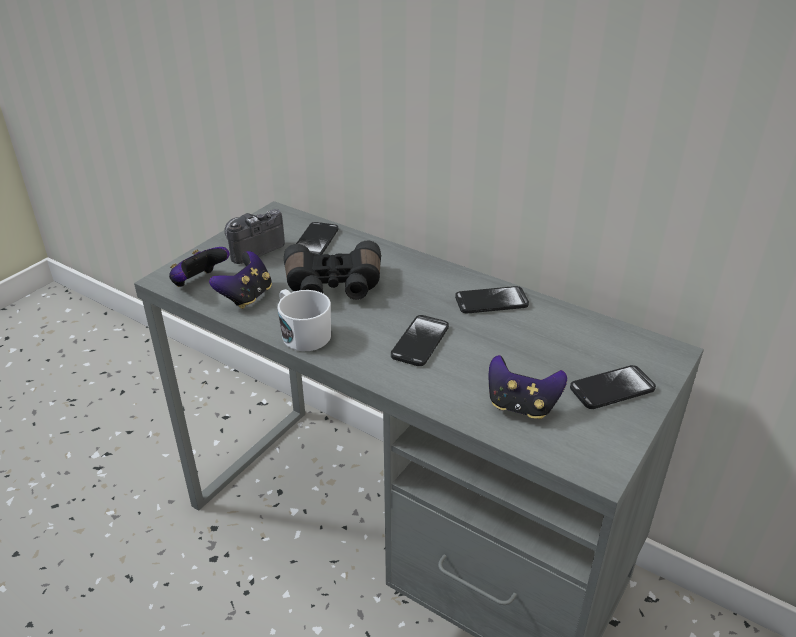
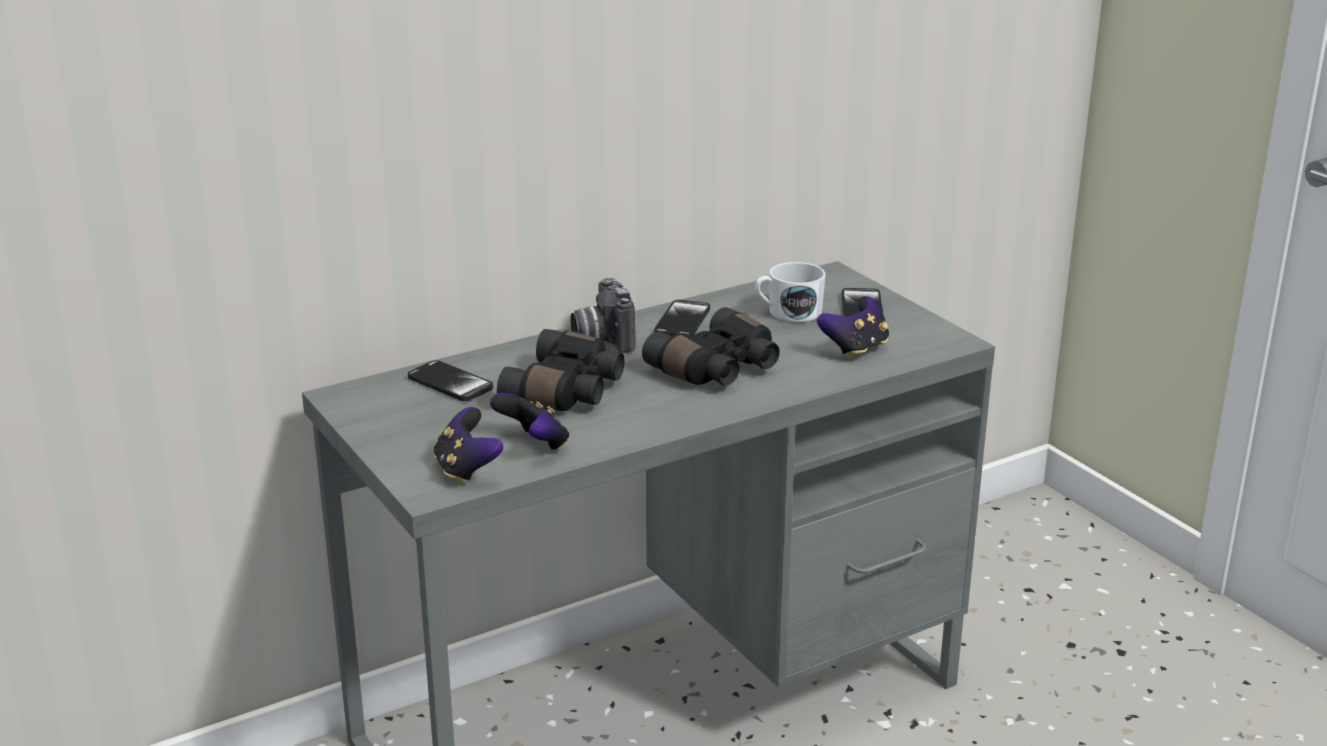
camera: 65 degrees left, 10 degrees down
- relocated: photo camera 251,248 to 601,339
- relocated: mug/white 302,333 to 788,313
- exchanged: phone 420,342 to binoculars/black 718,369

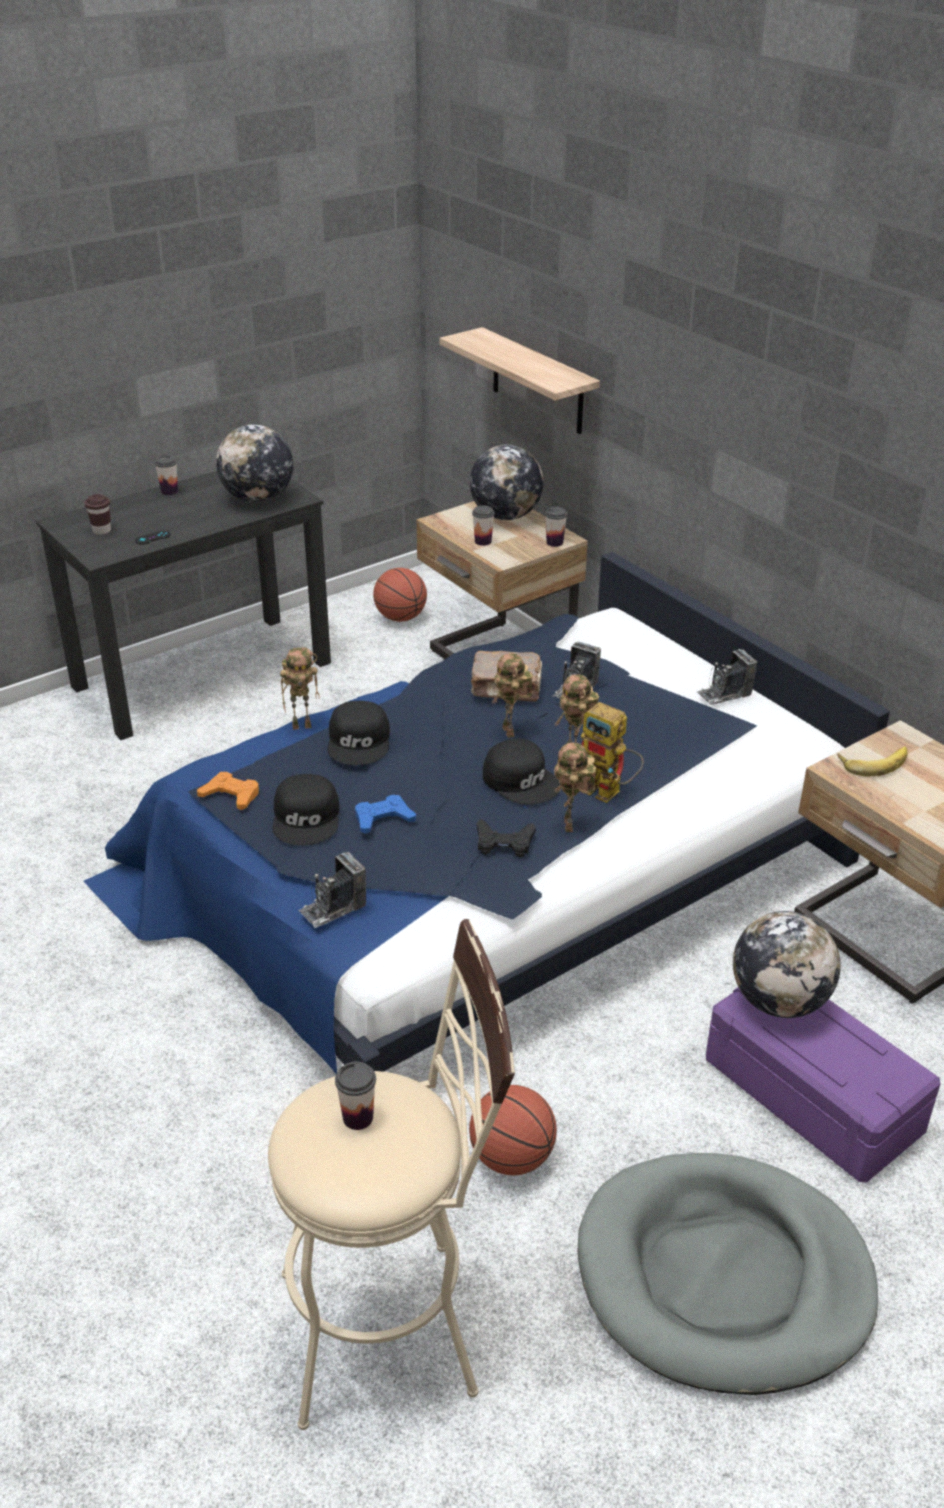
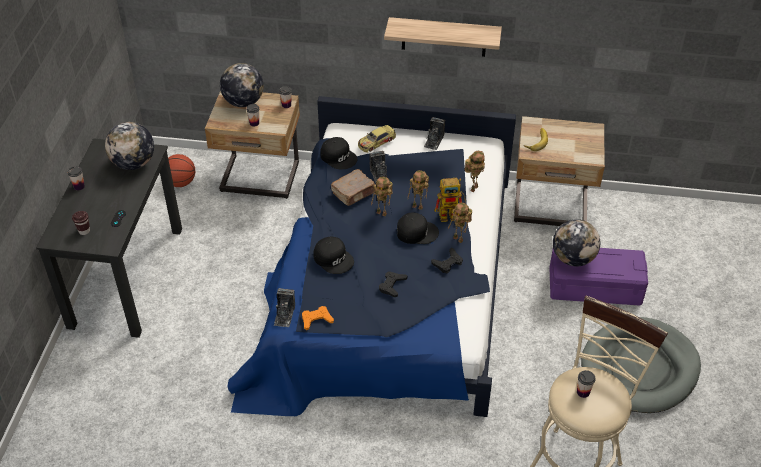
camera: 45 degrees left, 10 degrees up
- relocated: cap/black 307,818 to 339,157
- relocated: toy robot 303,725 to 473,188
- relocated: photo camera 333,907 to 284,315
- colour: game controller/blue 383,819 to game controller/black 392,286
- relocated: shelf 537,382 to 444,37
- missing: basketball 511,1158
- appeared: toy car 376,141

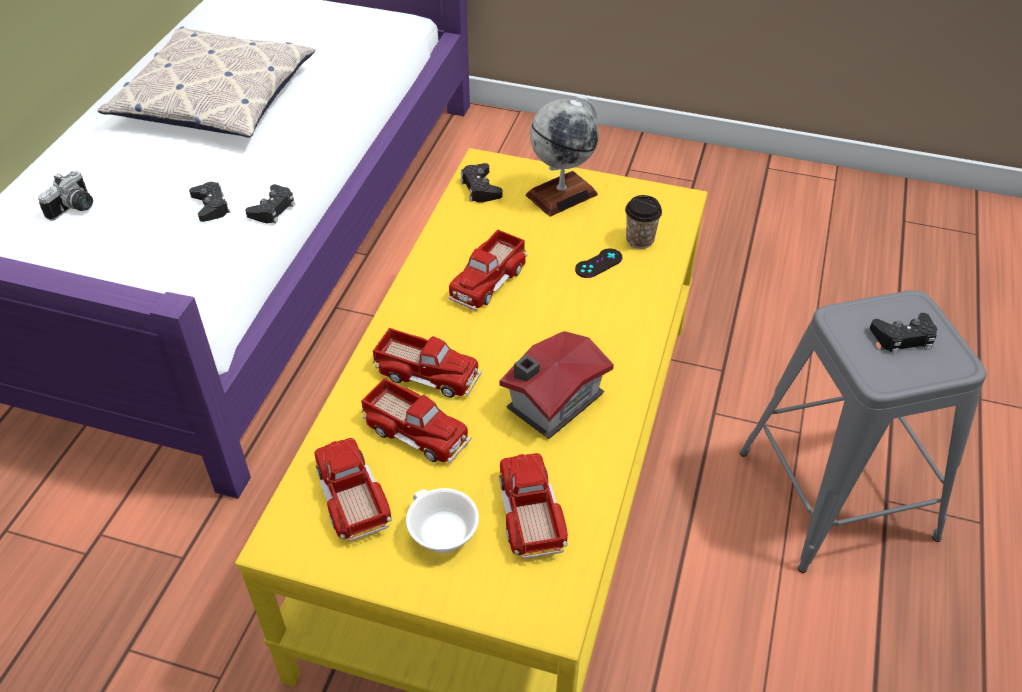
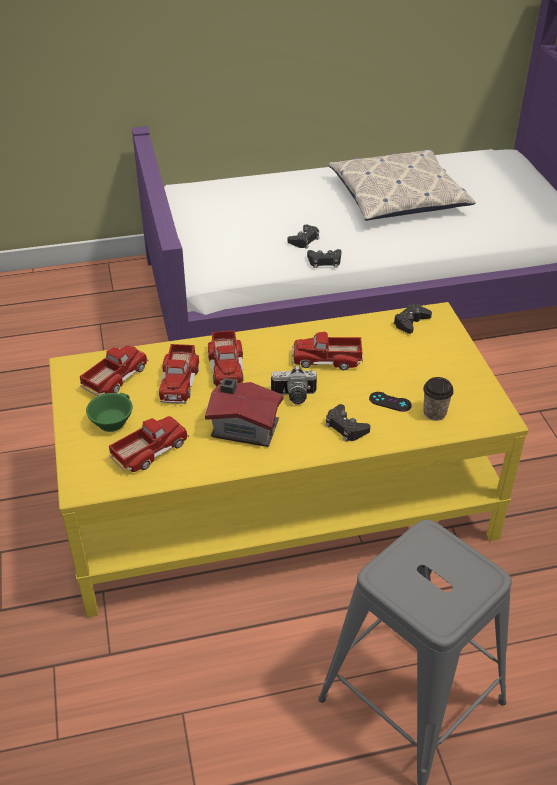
camera: 60 degrees right, 5 degrees down
- relocated: photo camera 75,208 to 294,397
- colour: cup/white 440,534 to cup/green 111,421
- missing: globe 561,194
- relocated: game controller/black 903,338 to 345,427

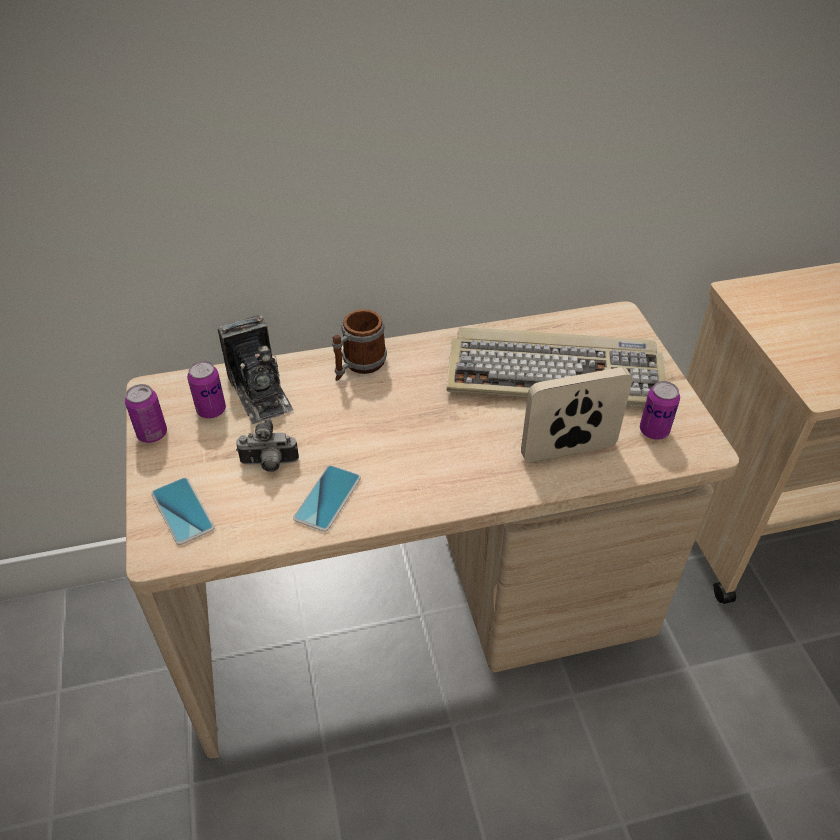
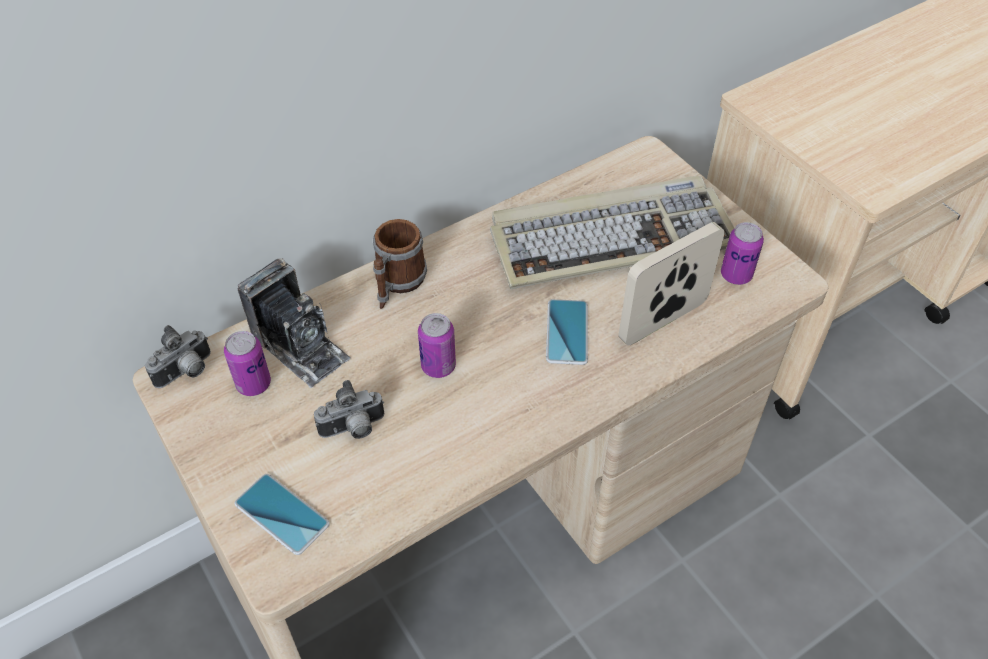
camera: 20 degrees left, 5 degrees up
- relocated: can 152,434 to 438,366
- relocated: phone 327,498 to 567,332
- appeared: photo camera 186,372

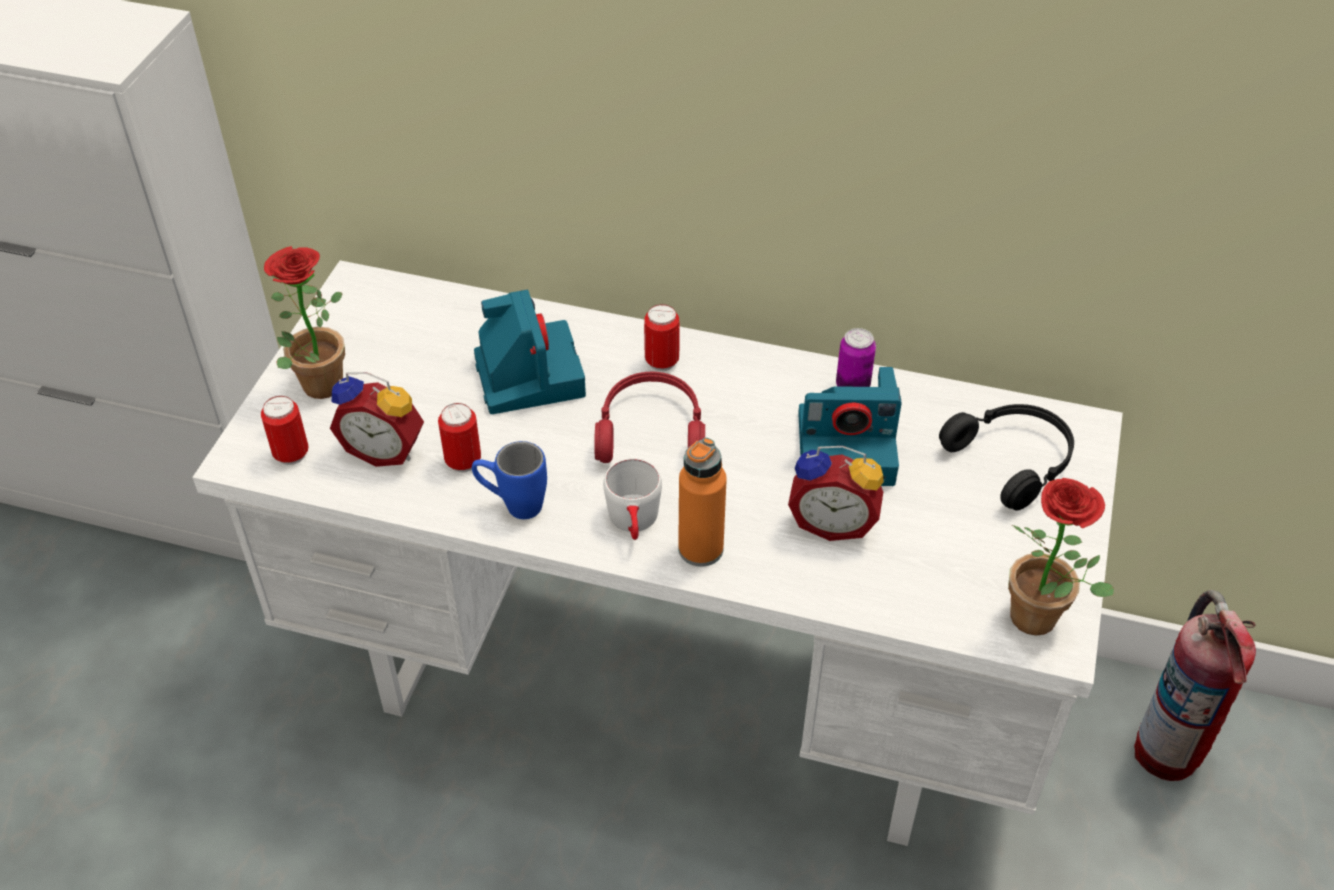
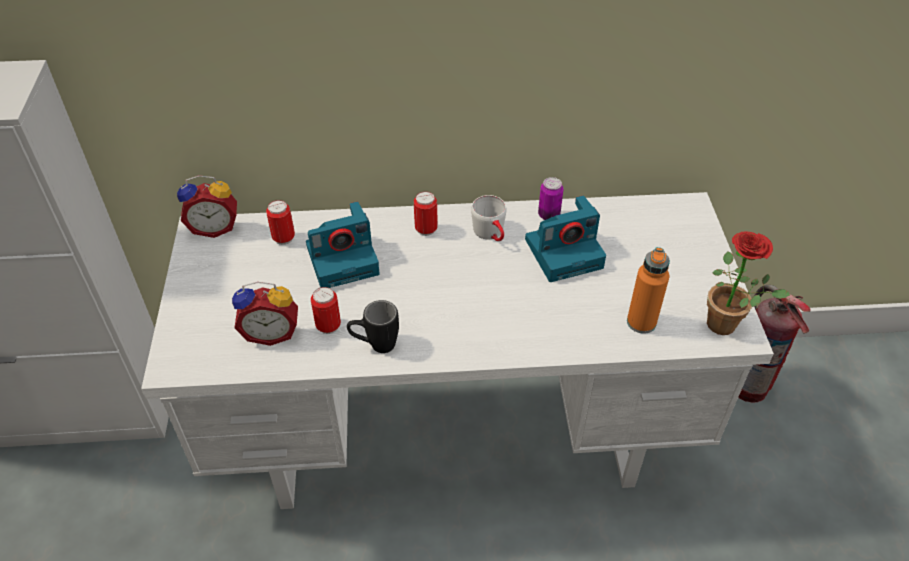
camera: 20 degrees left, 0 degrees up
- relocated: can 291,454 to 283,238
- missing: potted plant 316,381
- colour: mug/blue 512,505 to mug/black 375,345
- spun: photo camera 528,374 = 344,259 105 degrees clockwise
- missing: headphones/red 651,430
- relocated: mug/white 634,523 to 491,234
- relocated: bottle/orange 700,549 to 641,322
- relocated: alarm clock 833,522 to 215,227
- missing: headphones/black 1013,460

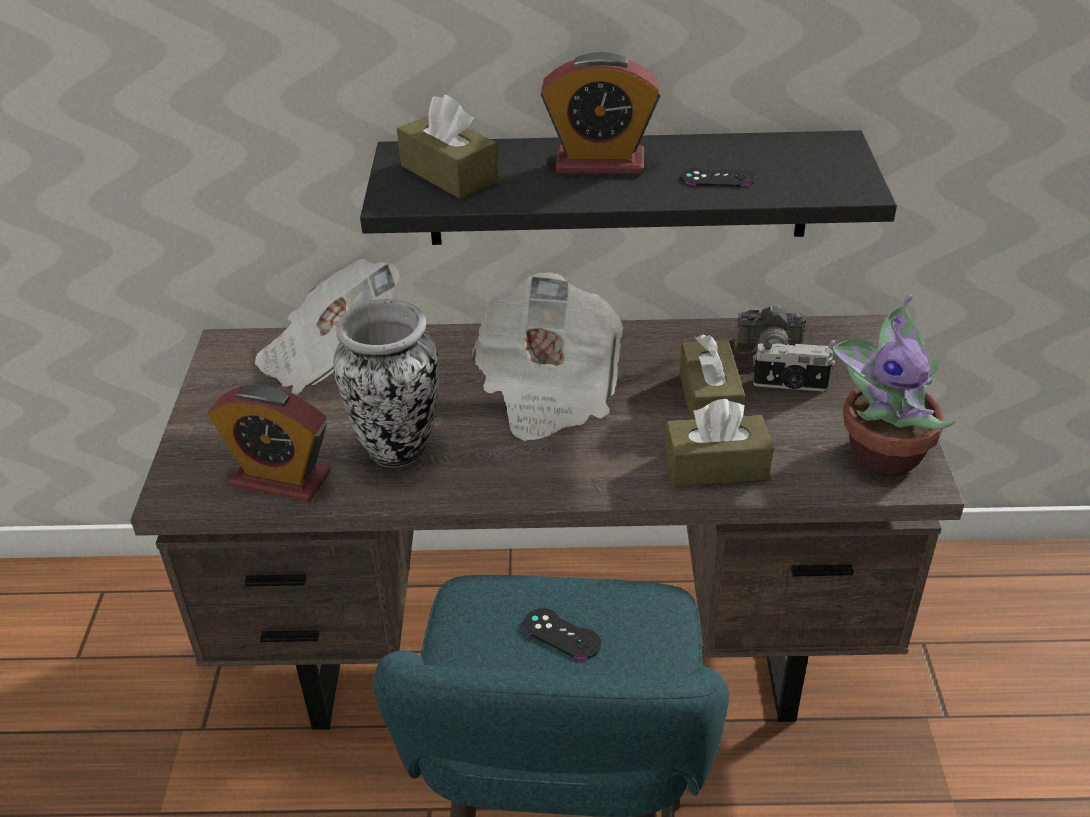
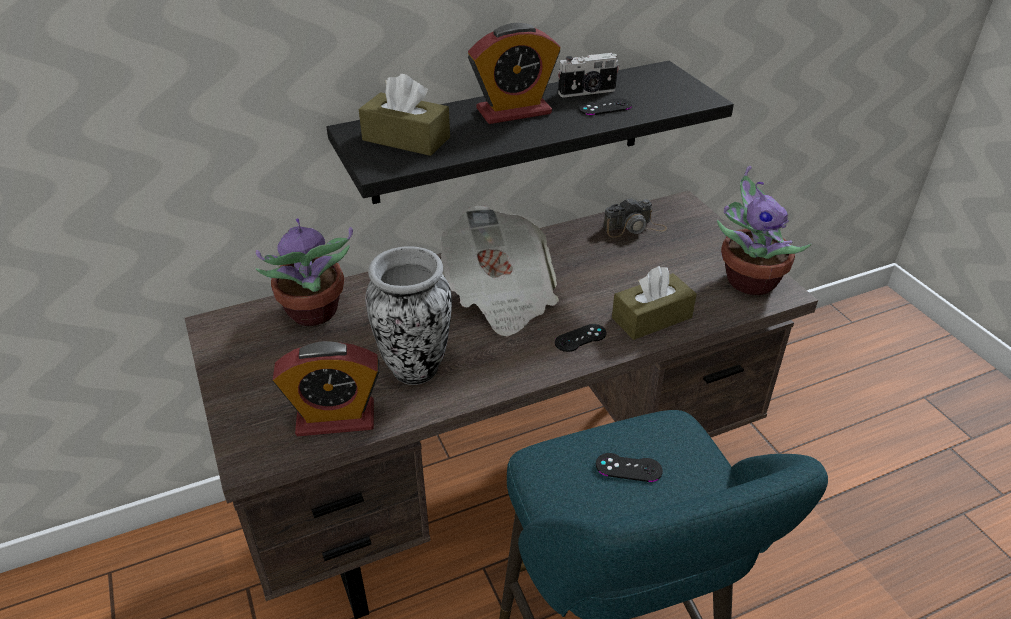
camera: 25 degrees left, 0 degrees up
- exchanged: newspaper 332,358 to potted plant 313,313
- missing: tissue box/brown 709,399
- relocated: photo camera 790,385 to 587,92
- appeared: game controller/black 580,338

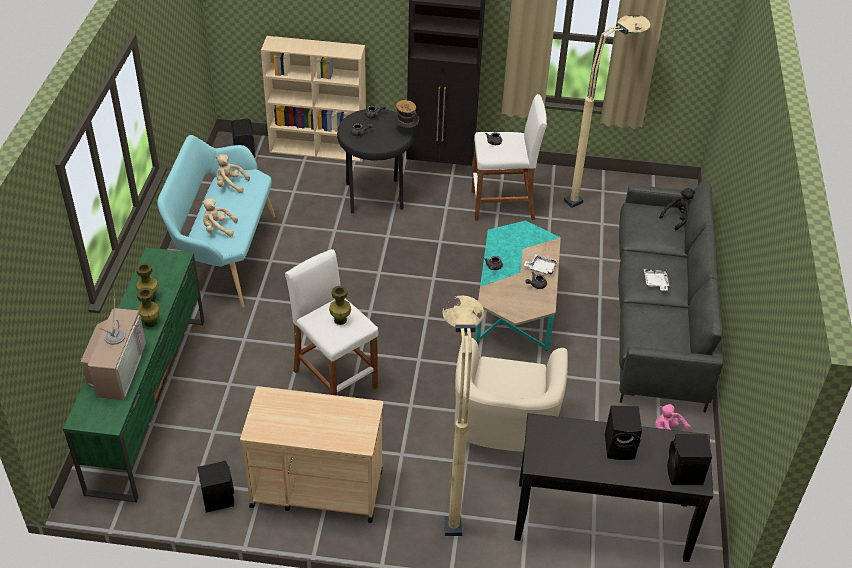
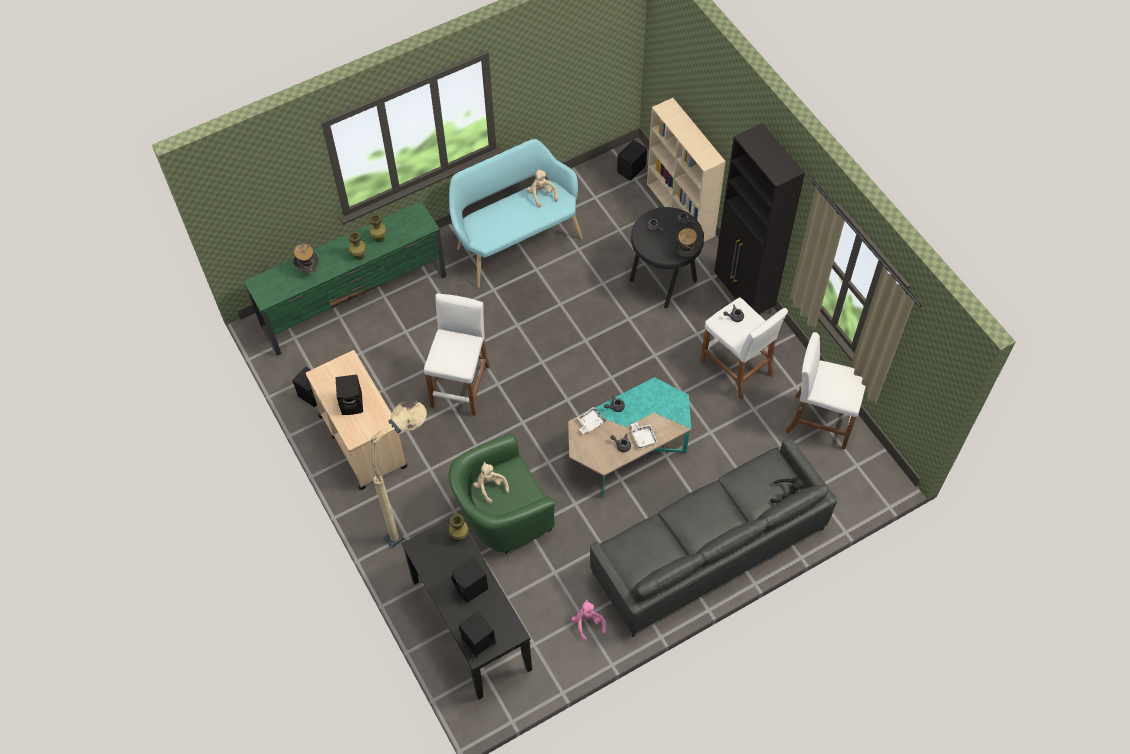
camera: 55 degrees right, 15 degrees up
- exchanged: television 117,368 to hat 308,269
- relocated: plush toy/beige 218,228 to 490,487
- relocated: vase/green 340,320 to 459,535
- colour: armchair/beige 504,430 to armchair/green 501,516
- exchanged: floor lamp/beige 596,192 to stool/white 819,421
- relocated: tray/white 655,282 to 590,422
- appeared: speaker/black 353,403

